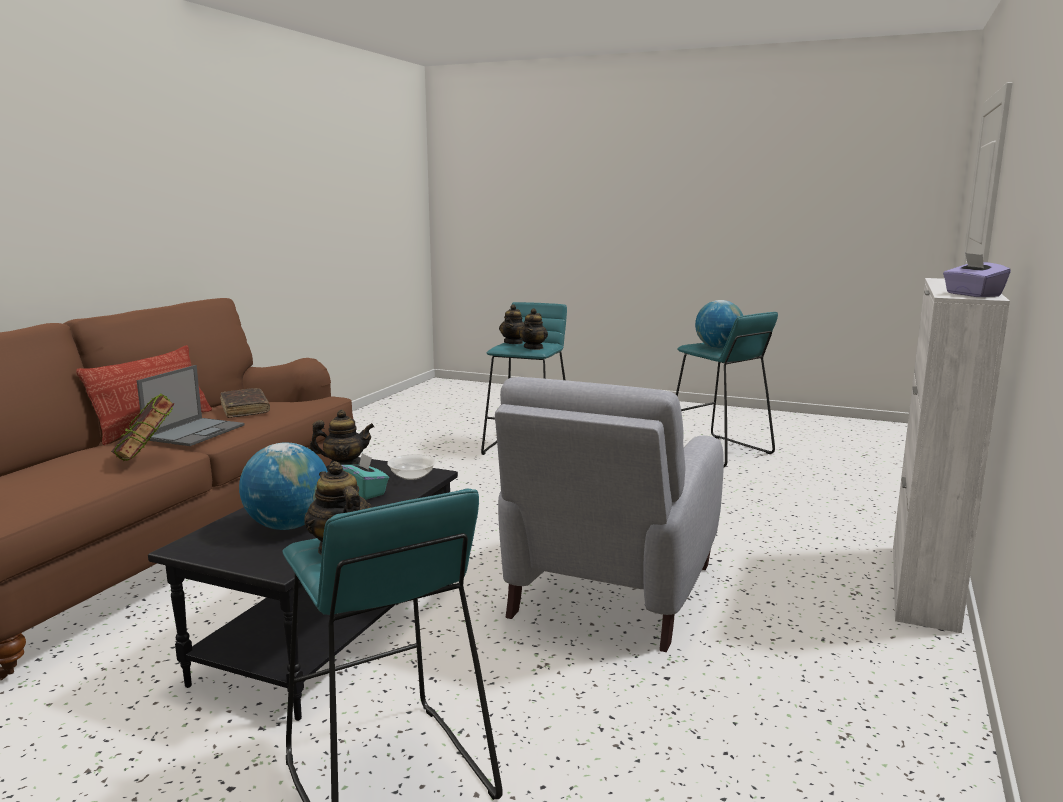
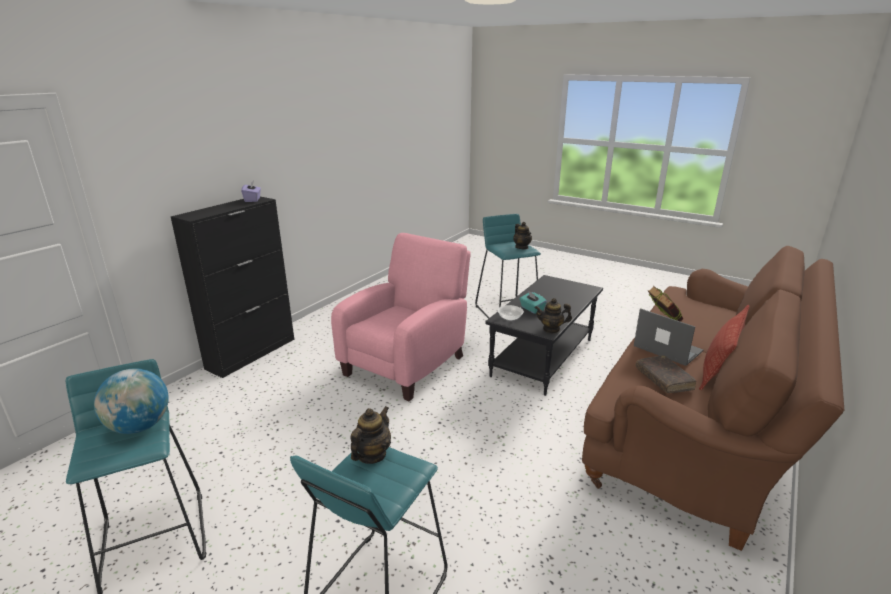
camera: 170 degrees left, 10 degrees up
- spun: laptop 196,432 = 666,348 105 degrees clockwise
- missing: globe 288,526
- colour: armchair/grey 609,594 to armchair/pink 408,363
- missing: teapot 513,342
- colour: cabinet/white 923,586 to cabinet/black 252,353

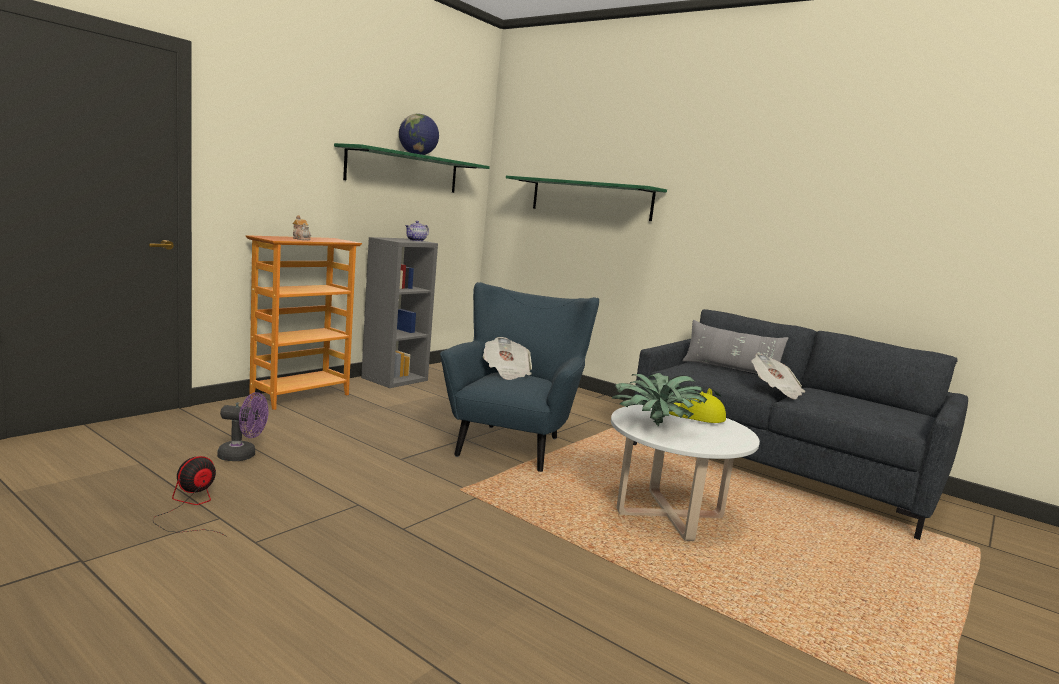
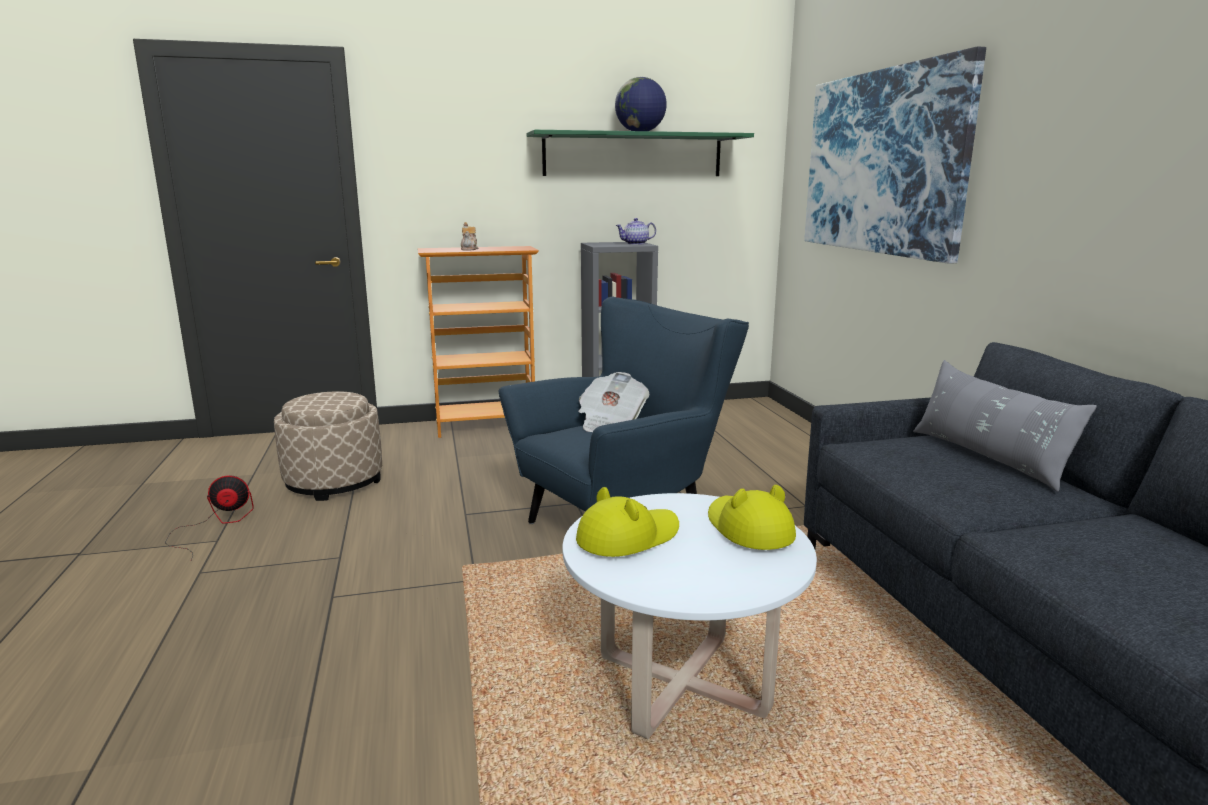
camera: 40 degrees right, 5 degrees up
- exchanged: fan/purple 243,456 to ottoman/beige 334,482
- exchanged: shelf/green 590,199 to picture 882,162
- exchanged: potted plant 656,428 to hat/yellow 628,537
- missing: newspaper 775,391

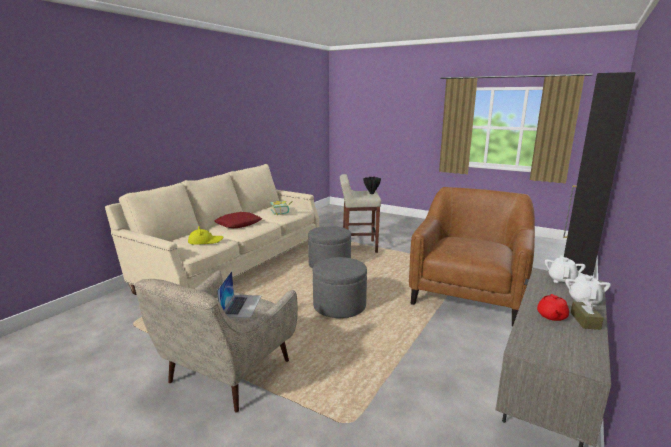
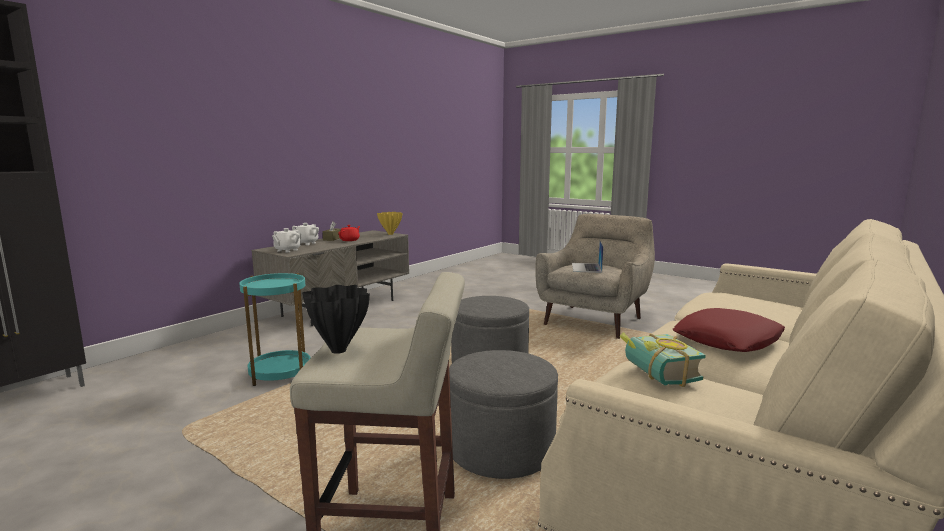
camera: 175 degrees left, 5 degrees down
- missing: hat/yellow 205,241
- exchanged: armchair/brown 468,293 to side table/turquoise 280,373
- appeared: vase/yellow 391,234

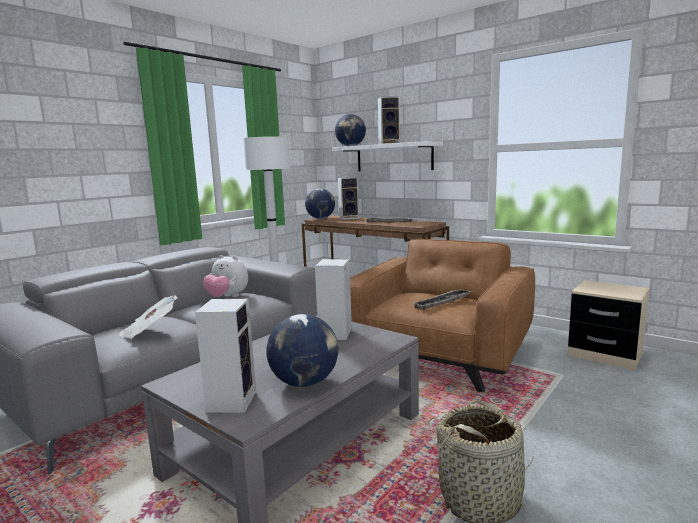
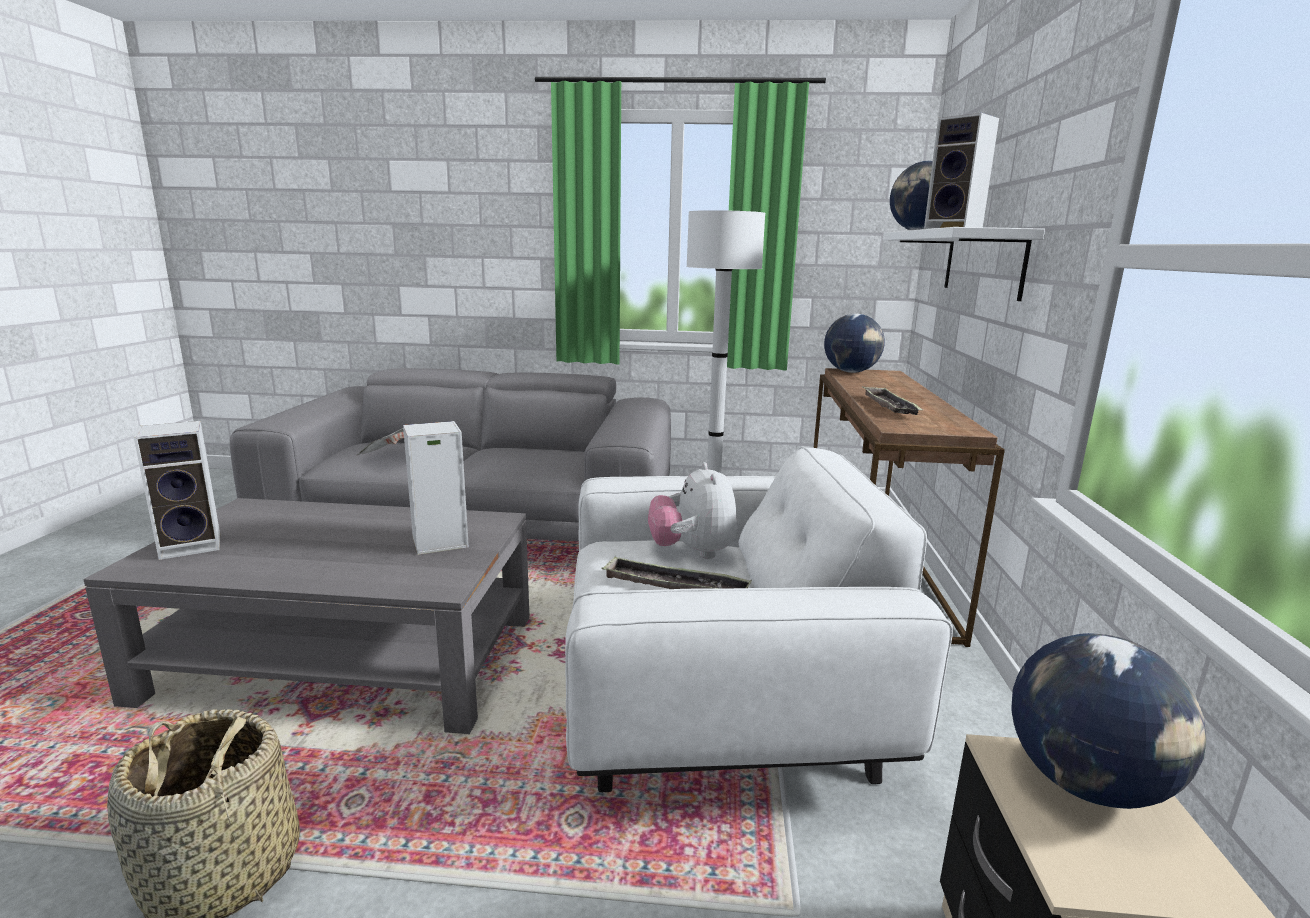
camera: 55 degrees right, 5 degrees up
- relocated: plush toy 227,297 to 692,552
- relocated: globe 305,382 to 1087,785
- missing: speaker 349,218
- colour: armchair/brown 439,356 to armchair/white 717,698

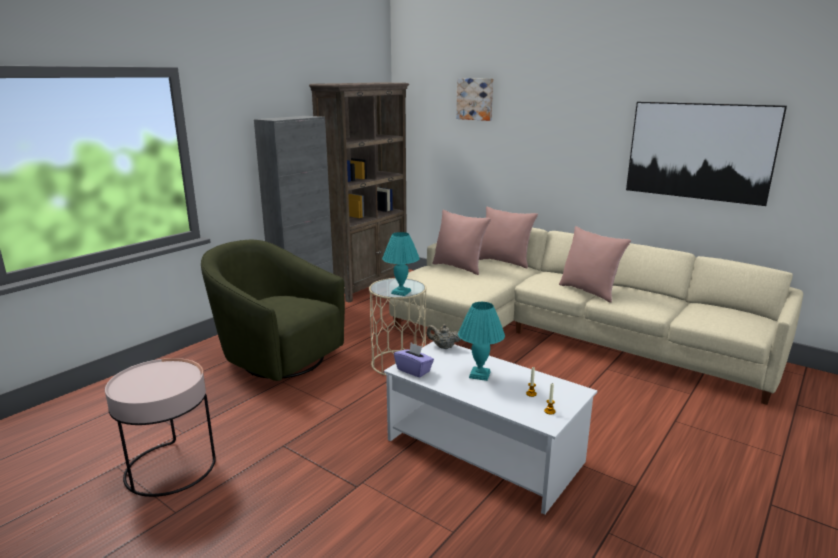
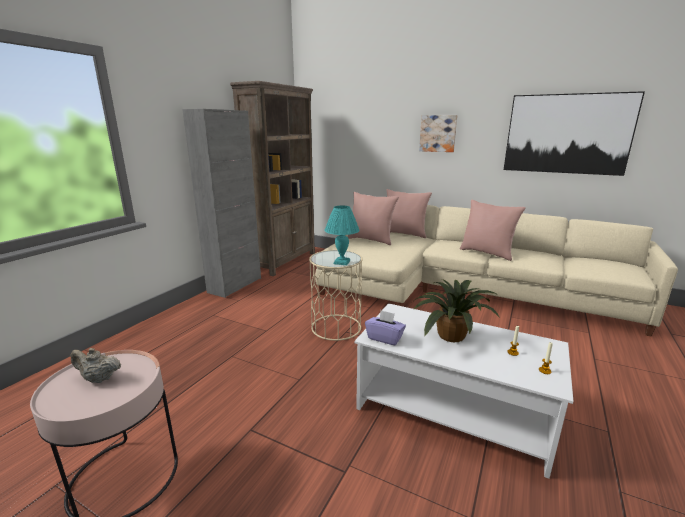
camera: 10 degrees left, 0 degrees up
- missing: armchair/green 277,357
- relocated: teapot/beige 443,347 to 99,378
- relocated: picture 475,99 to 438,133
- exchanged: table lamp/turquoise 480,375 to potted plant 451,337

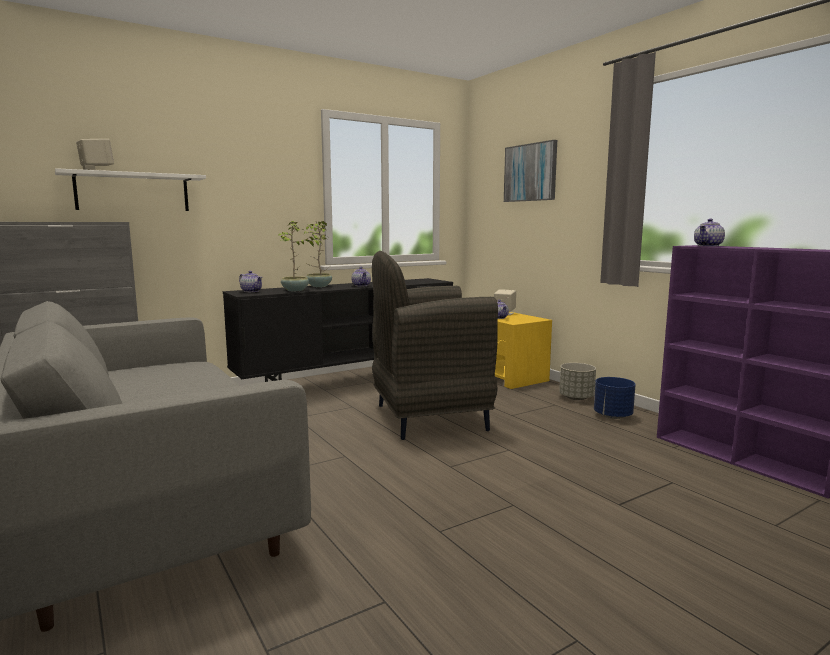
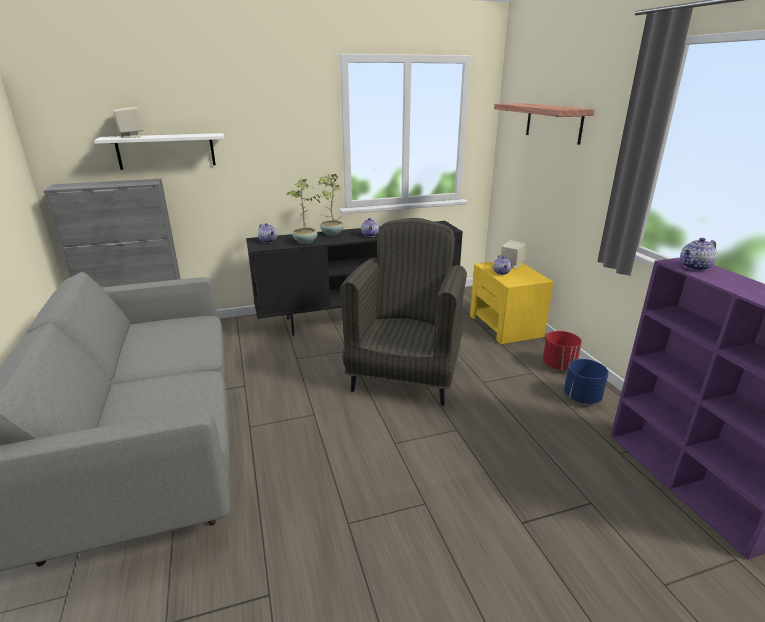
camera: 15 degrees right, 15 degrees up
- spun: armchair/grey 428,418 = 405,375 105 degrees clockwise
- exchanged: picture 530,172 to shelf 553,122
- colour: planter/grey 576,398 to planter/red 559,365

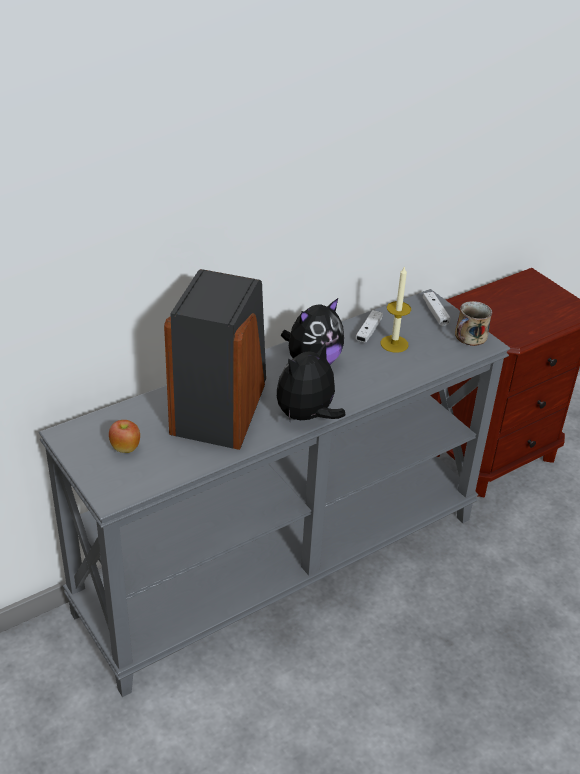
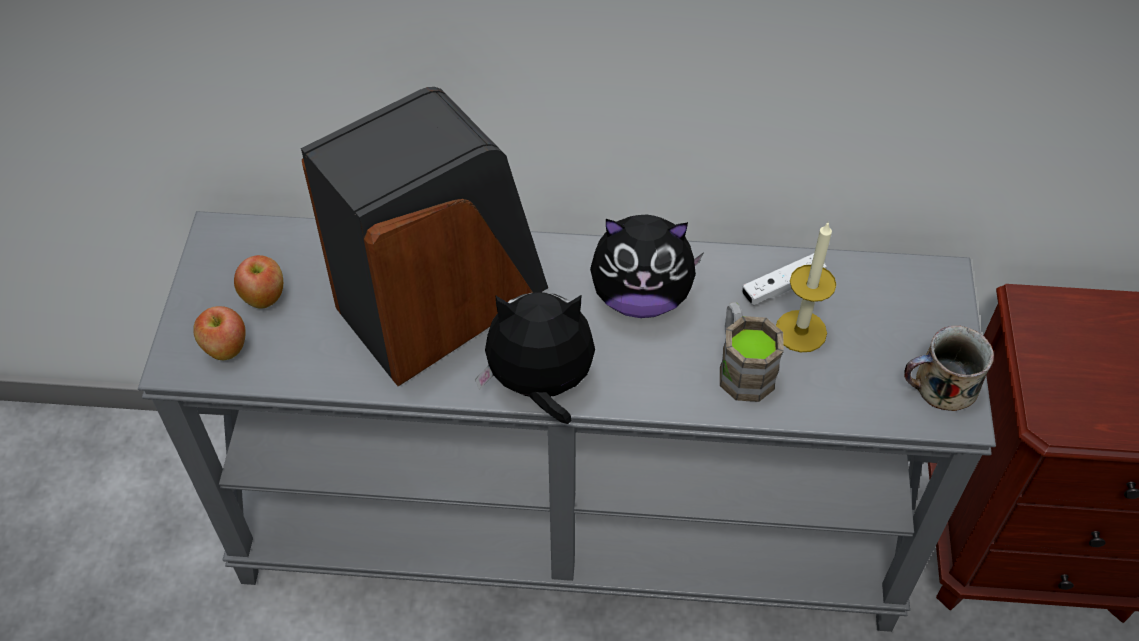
camera: 40 degrees right, 15 degrees up
- missing: game controller/white 435,313
- appeared: apple 225,348
- appeared: mug/brown 741,367

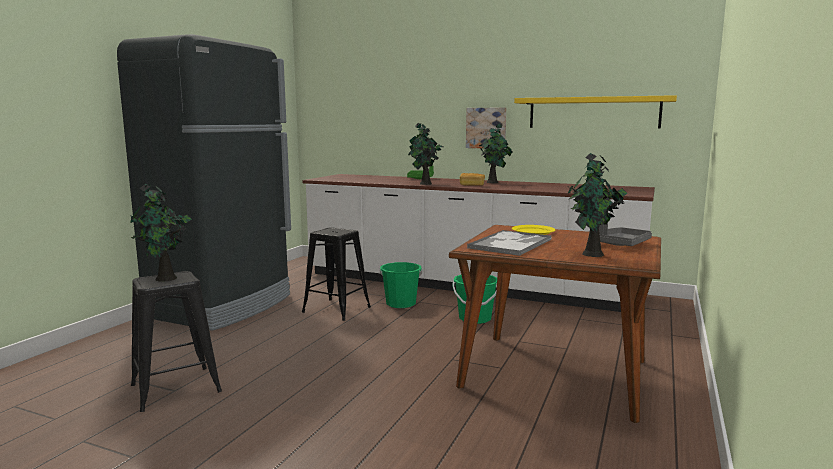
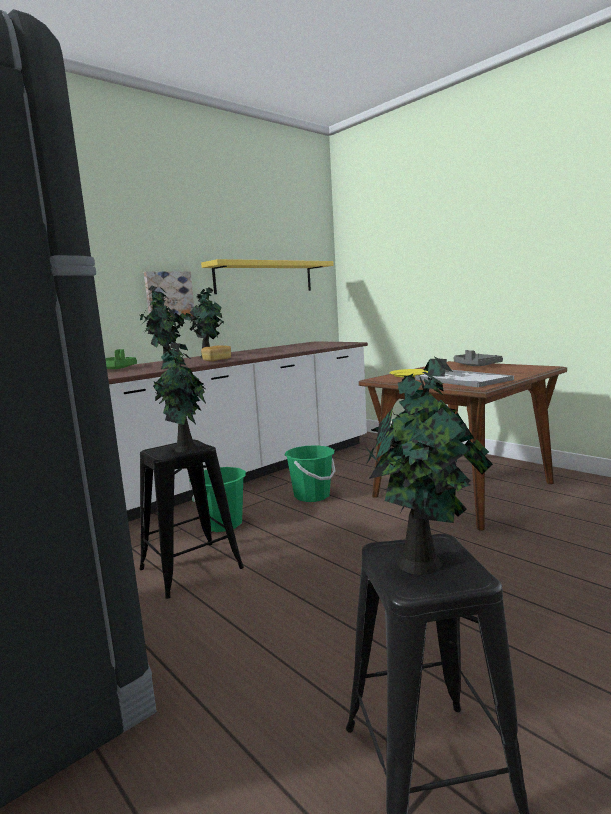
camera: 65 degrees left, 0 degrees up
- relocated: potted plant 592,255 to 187,449

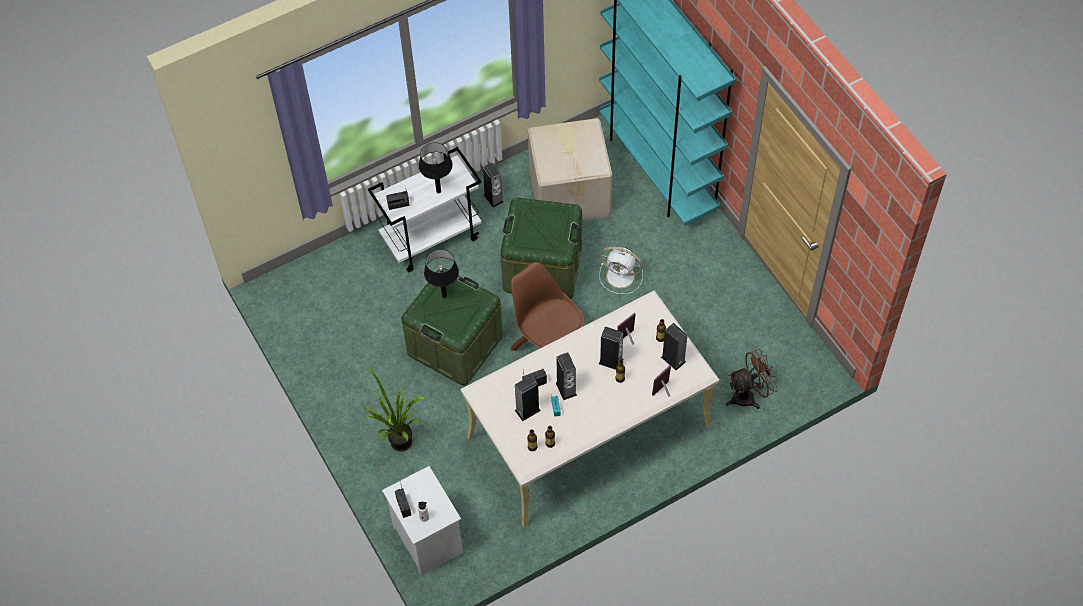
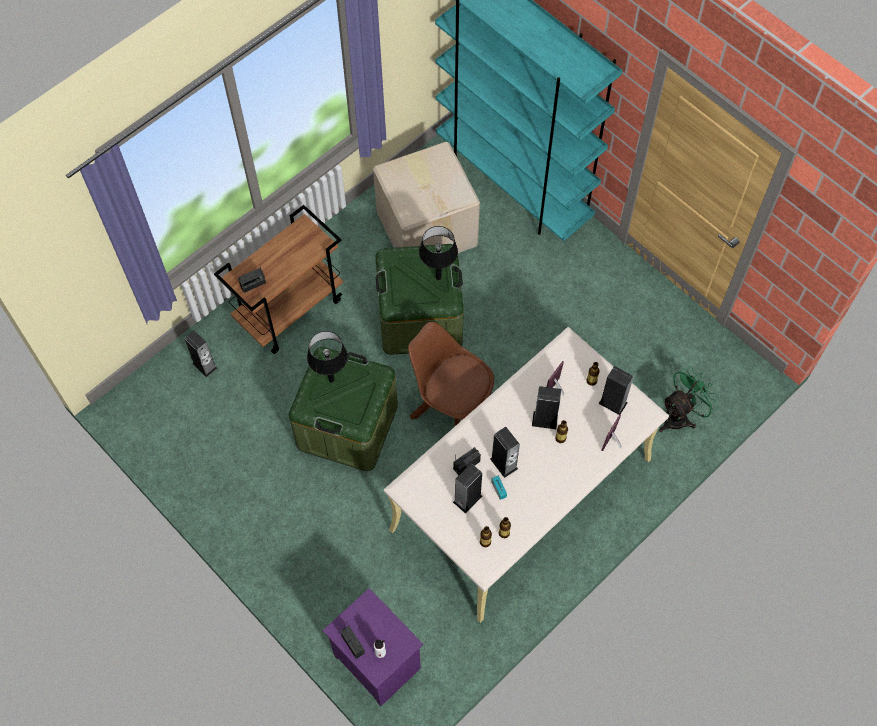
camera: 15 degrees left, 5 degrees up
- missing: potted plant 399,447
- colour: cart/white 432,238 to cart/brown 290,309
- colour: nightstand/white 426,539 to nightstand/purple 375,662
- relocated: table lamp/black 438,191 to 438,277
- relocated: speaker 493,198 to 204,365
- missing: fan/white 622,276
- colour: fan/brown 748,396 to fan/green 680,416

